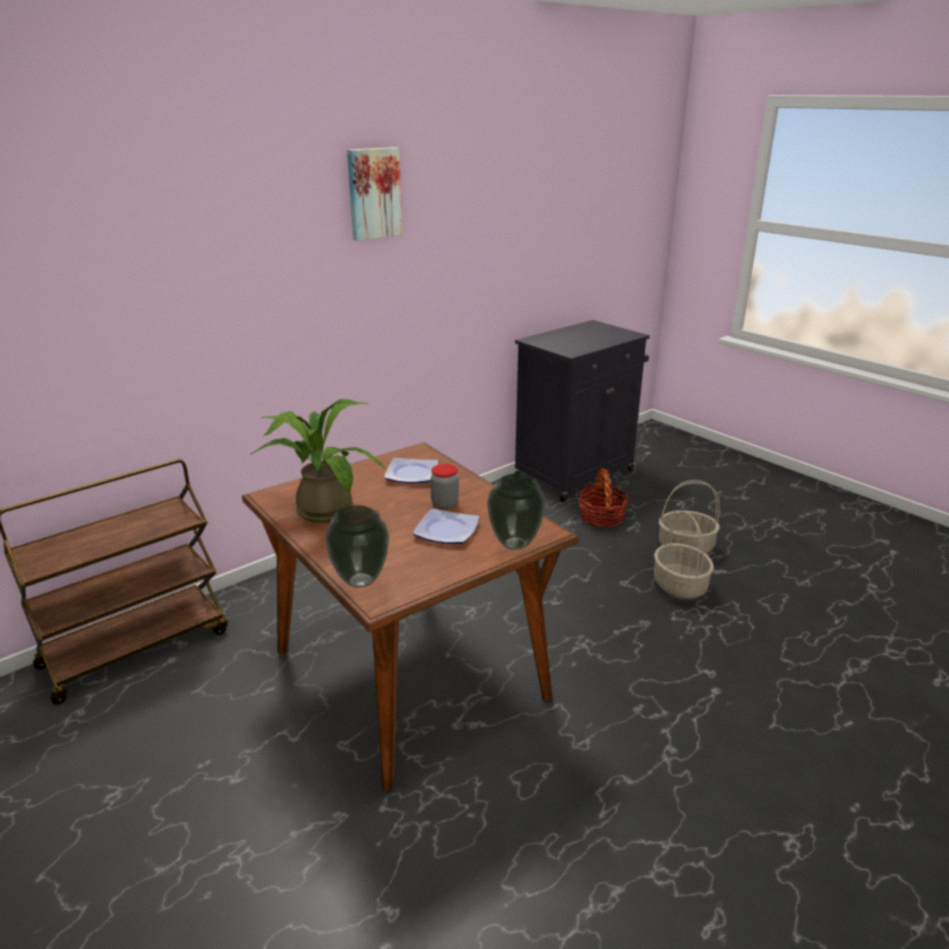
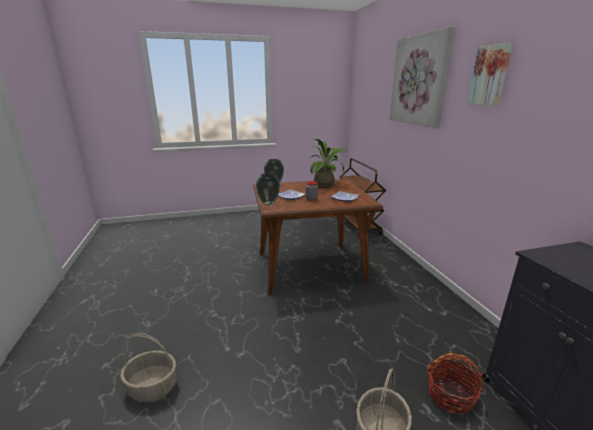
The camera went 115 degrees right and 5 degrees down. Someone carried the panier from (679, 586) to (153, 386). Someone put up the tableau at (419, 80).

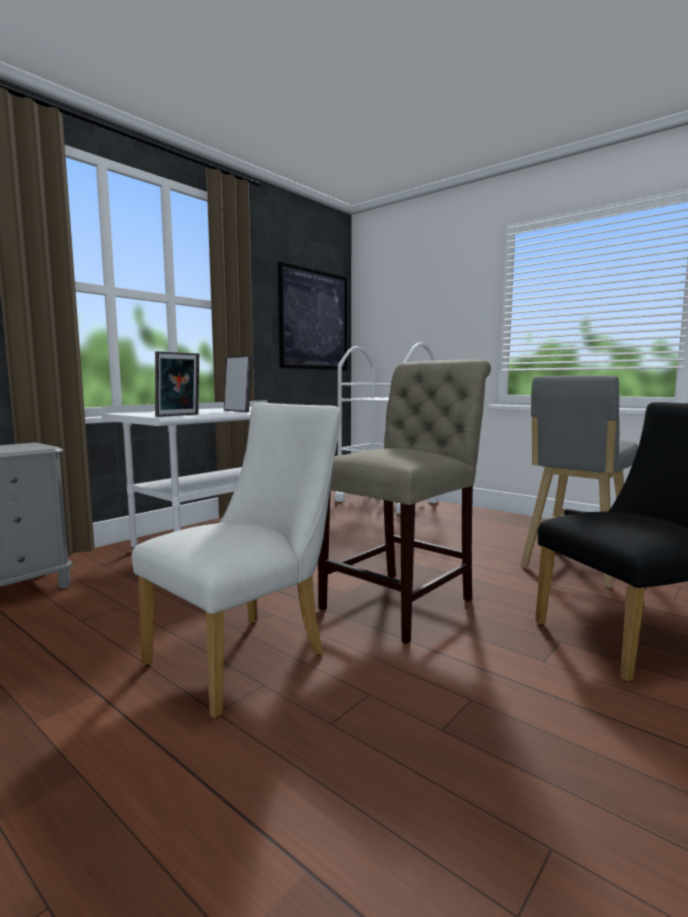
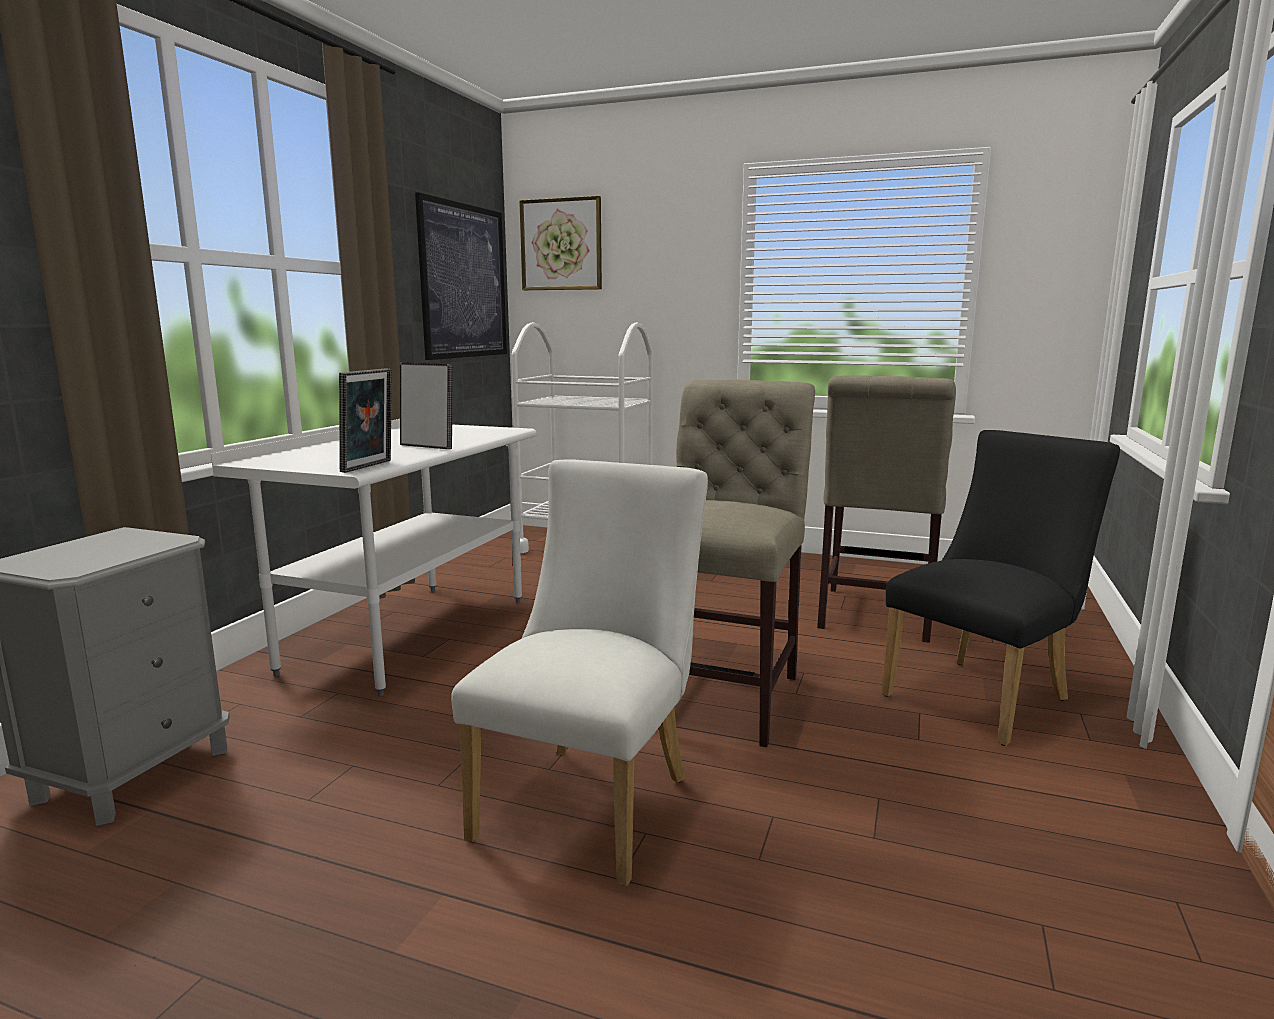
The camera went 20 degrees left and 5 degrees up. Someone swapped the tabouret [gris] at (574, 567) for the chaise [beige] at (874, 616). Someone put up the tableau at (561, 244).

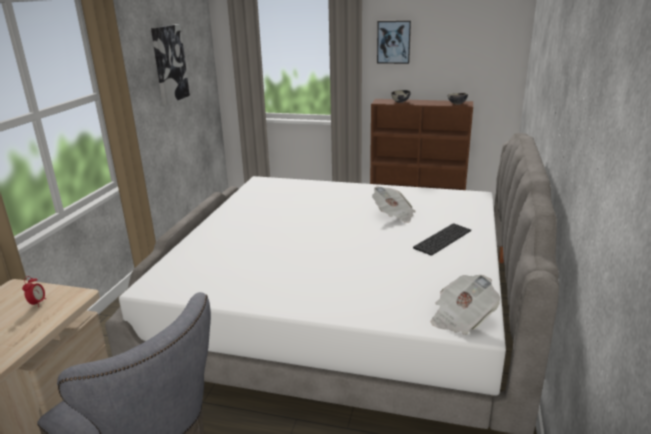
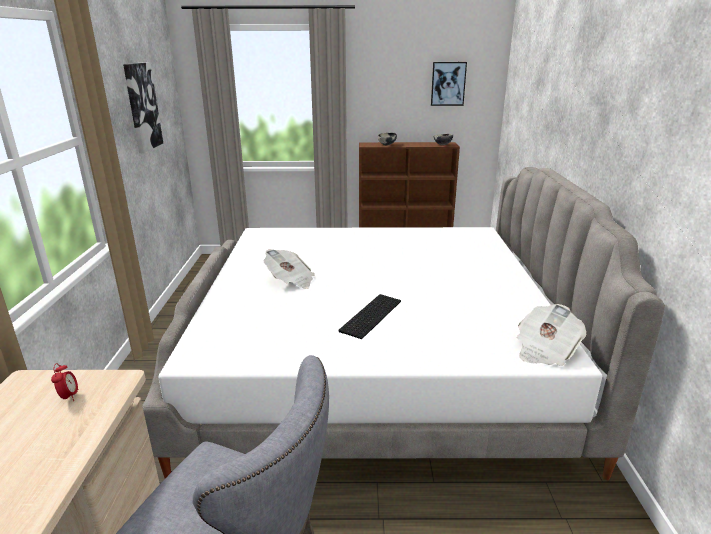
The camera went 15 degrees left and 0 degrees up. Someone carried the tableau from (393, 42) to (448, 83). Someone carried the journal from (393, 215) to (290, 281). Someone carried the clavier from (442, 238) to (370, 315).

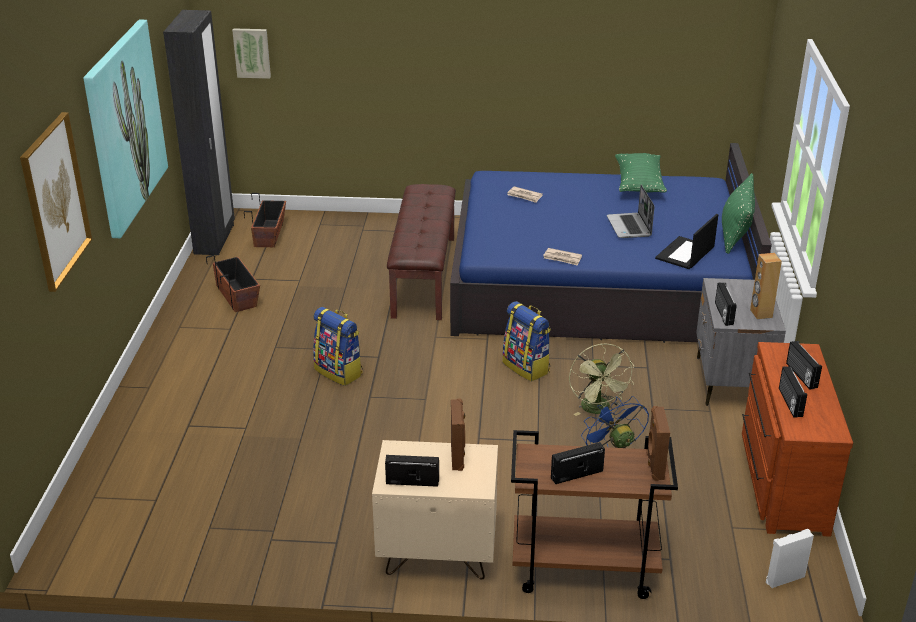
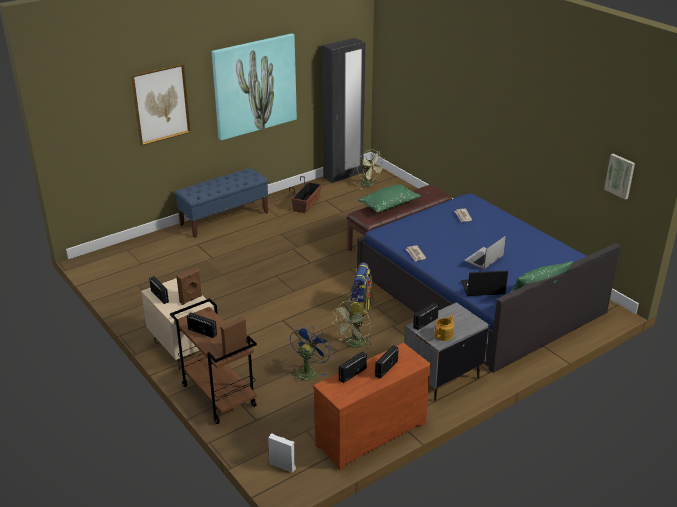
The camera went 50 degrees right and 0 degrees up. Someone carried the tableau from (252, 52) to (620, 176). Someone carried the coussin [vert] from (639, 184) to (389, 205). Someone swapped the cache-pot at (269, 234) for the ventilateur [vert] at (369, 185). Someone swapped the enceinte [marron] at (760, 313) for the théière at (444, 335). Someone took away the sac à dos at (339, 372). Someone put down the banc [bleu] at (224, 218).

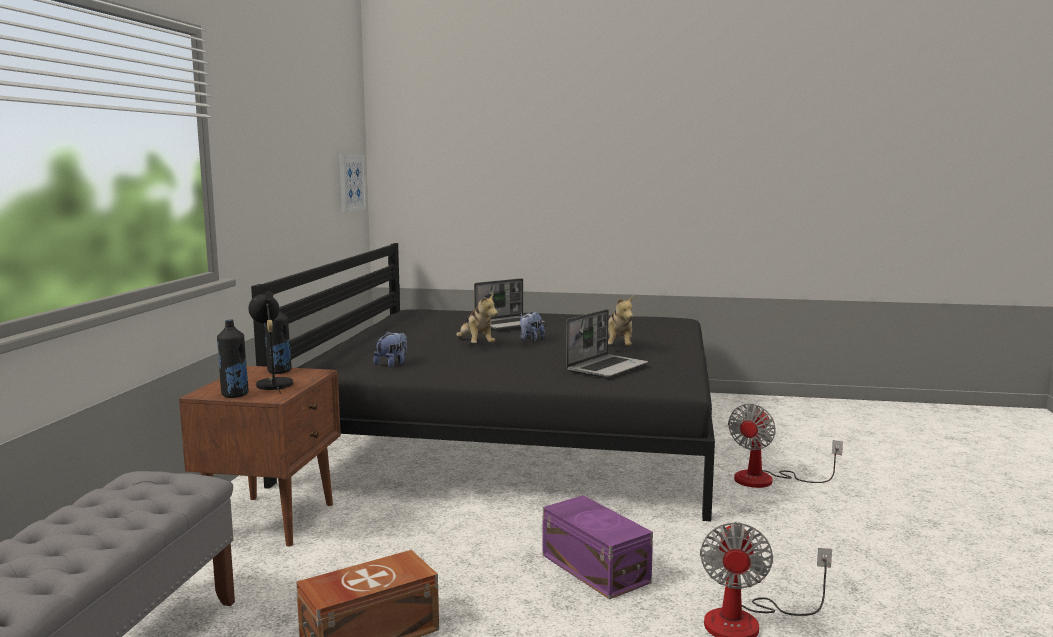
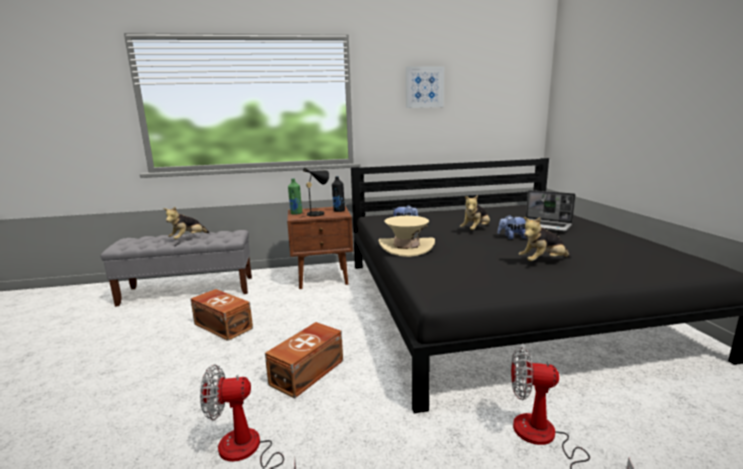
The camera went 70 degrees right and 5 degrees up. Someone carried the tableau from (351, 182) to (424, 87). Someone took away the ordinateur portable at (607, 367). Someone repainted the bouteille [noir] at (234, 395), which became the bouteille [vert] at (296, 213). Someone repainted the boîte de rangement [violet] at (595, 567), which became the boîte de rangement [marron] at (309, 372). Someone put down the peluche at (188, 239). Someone put down the chapeau [beige] at (406, 247).

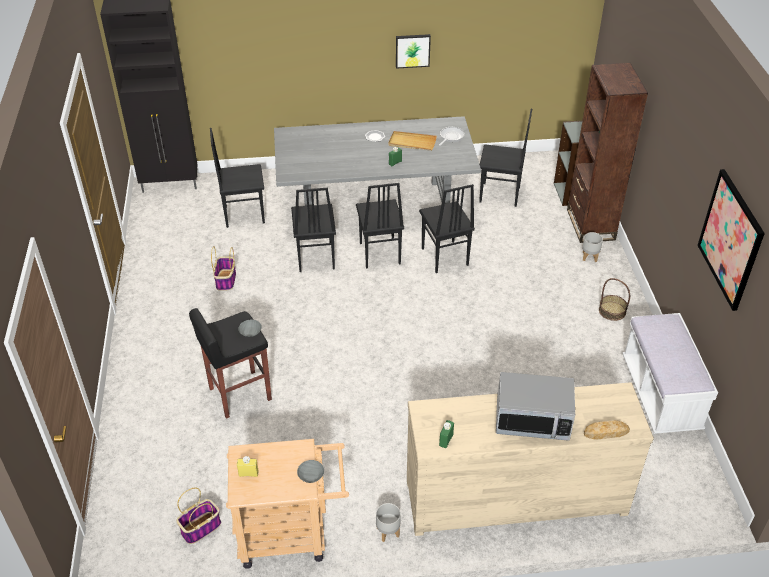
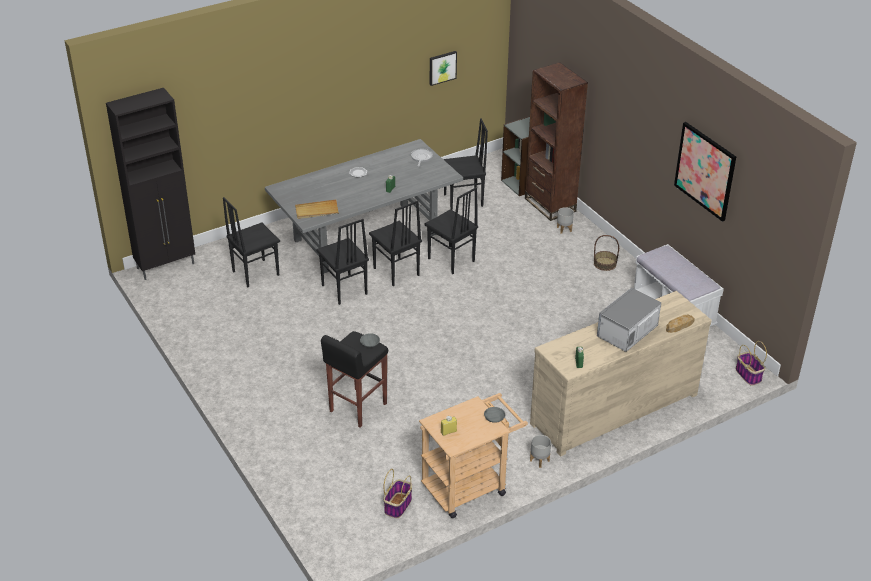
The camera went 25 degrees left and 5 degrees down. Someone carried the tableau from (412, 50) to (442, 67). Someone carried the plateau [beige] from (412, 143) to (317, 211). Someone carried the panier from (226, 280) to (749, 375). Someone rotated the micro-ondes at (532, 419) by 150 degrees clockwise.

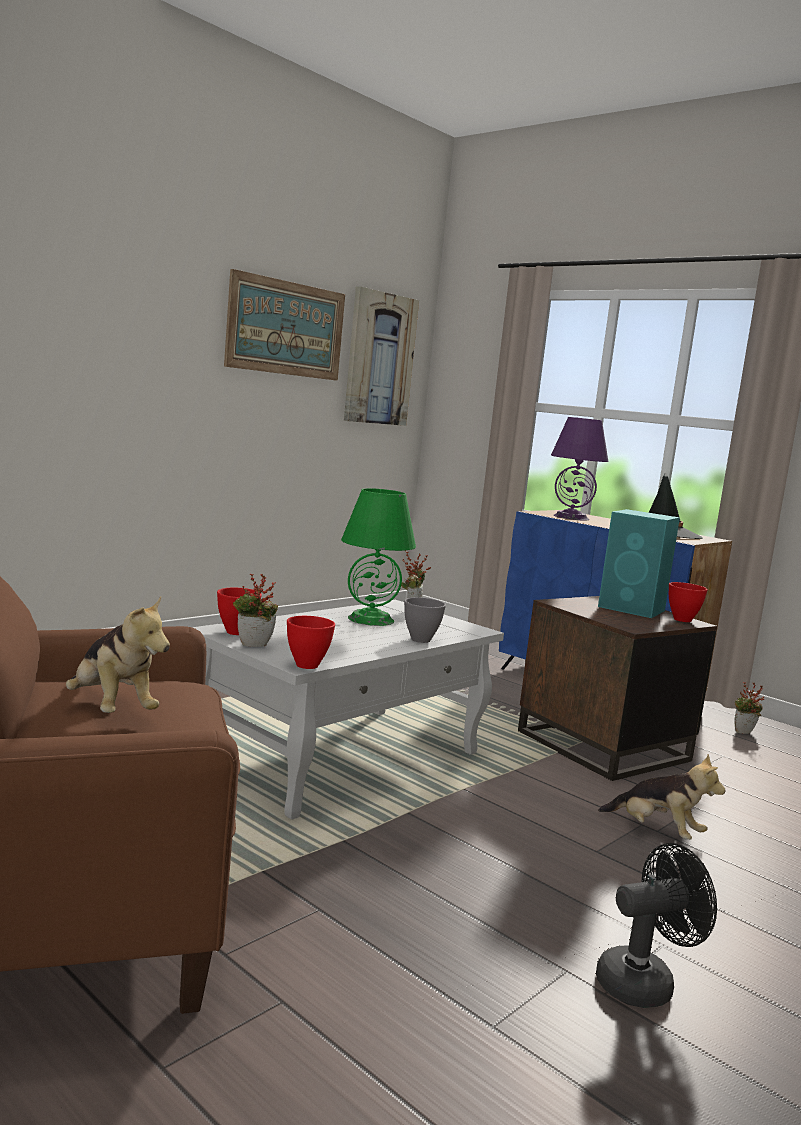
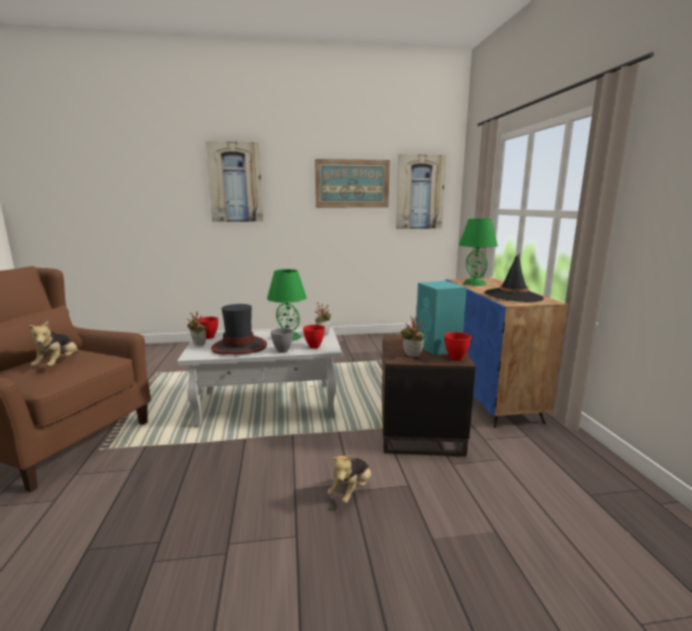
The camera went 40 degrees right and 5 degrees up. Someone repainted the lampe de table [violet] at (570, 517), which became the lampe de table [vert] at (474, 283). Someone carried the bol [rouge] from (308, 665) to (314, 347). Someone carried the plante en pot from (744, 733) to (411, 356). Someone rotated the peluche at (657, 831) by 45 degrees clockwise. Someone took away the ventilateur [noir] at (644, 982). Someone put up the tableau at (235, 182). Someone put down the chapeau at (239, 347).

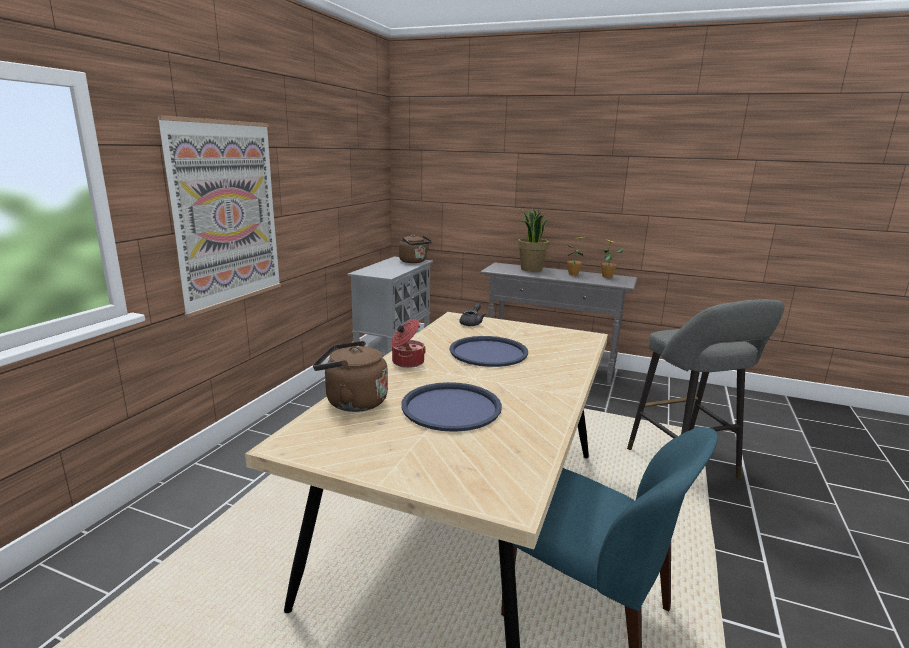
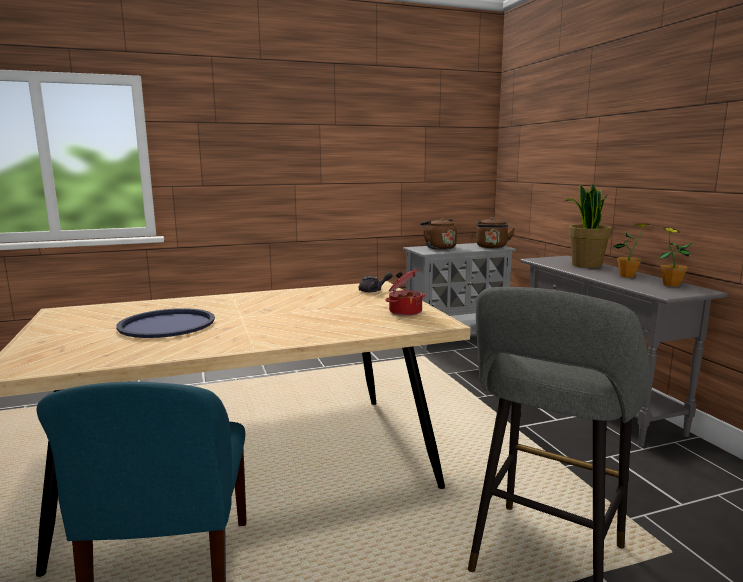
The camera went 50 degrees right and 5 degrees down. Someone took away the tableau at (226, 214). Someone carried the marmite from (407, 362) to (404, 311). Someone took away the plateau [bleu] at (488, 352). Someone carried the bouilloire [marron] from (352, 402) to (438, 248).

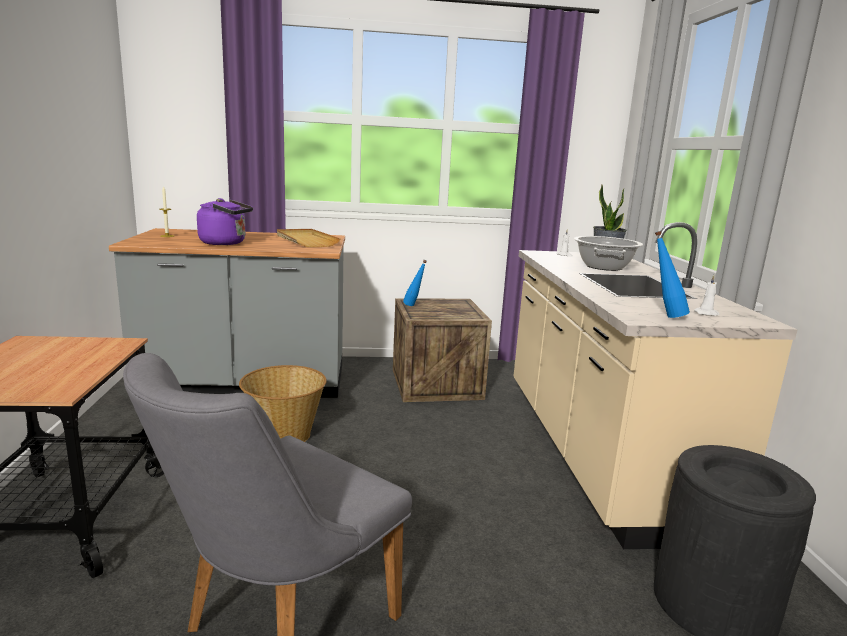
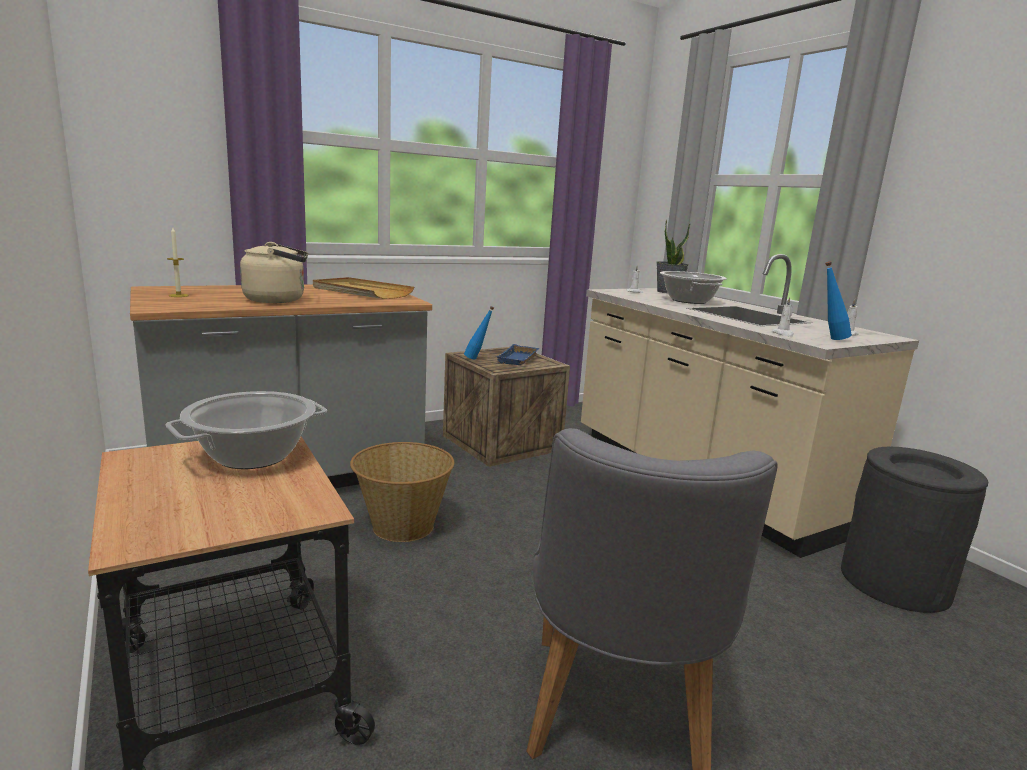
The camera went 25 degrees left and 0 degrees up. Someone repainted the bouilloire [violet] at (226, 243), which became the bouilloire [beige] at (278, 300). Someone put down the bougie [blanc] at (783, 334). Someone put down the plateau [bleu] at (519, 359). Someone put down the marmite at (252, 456).

